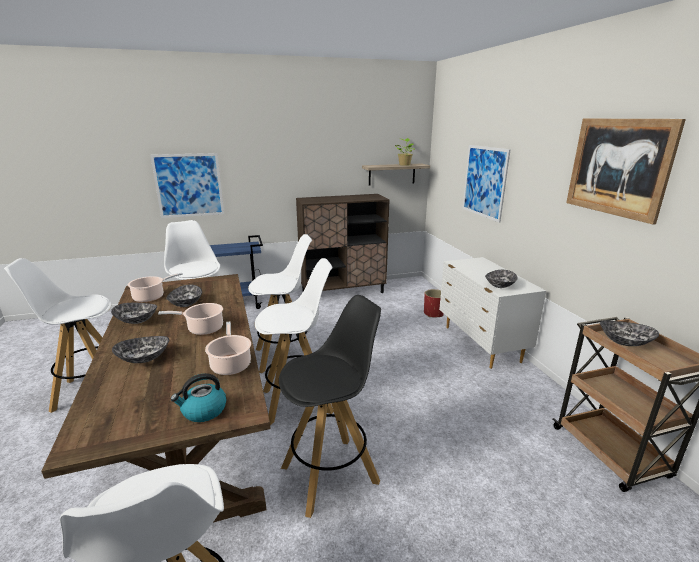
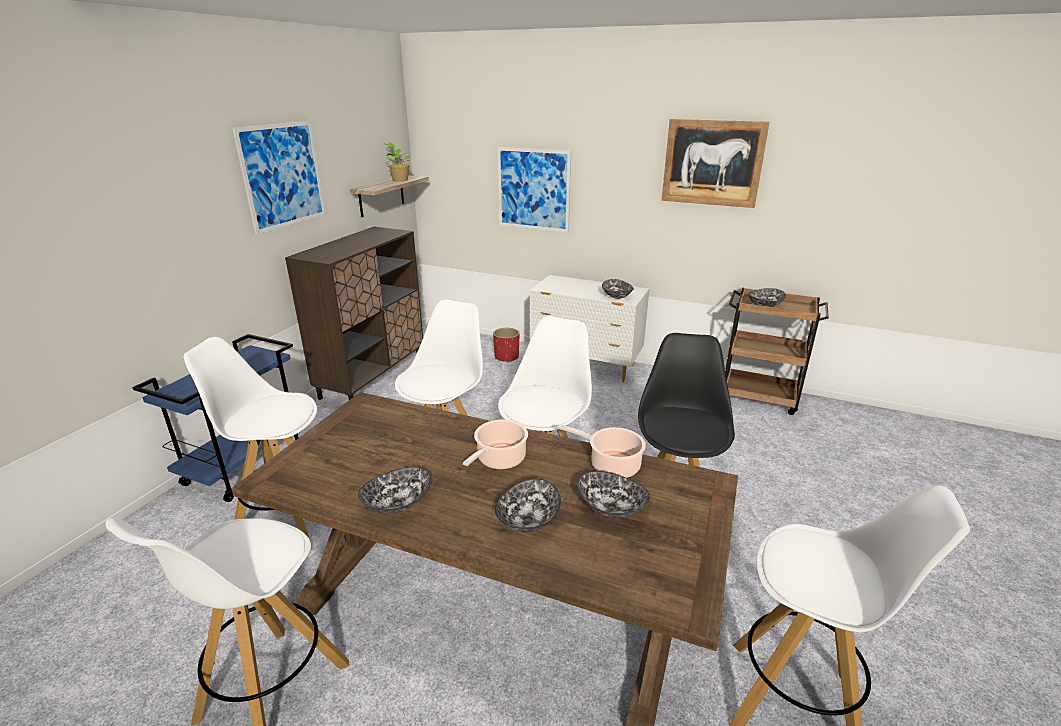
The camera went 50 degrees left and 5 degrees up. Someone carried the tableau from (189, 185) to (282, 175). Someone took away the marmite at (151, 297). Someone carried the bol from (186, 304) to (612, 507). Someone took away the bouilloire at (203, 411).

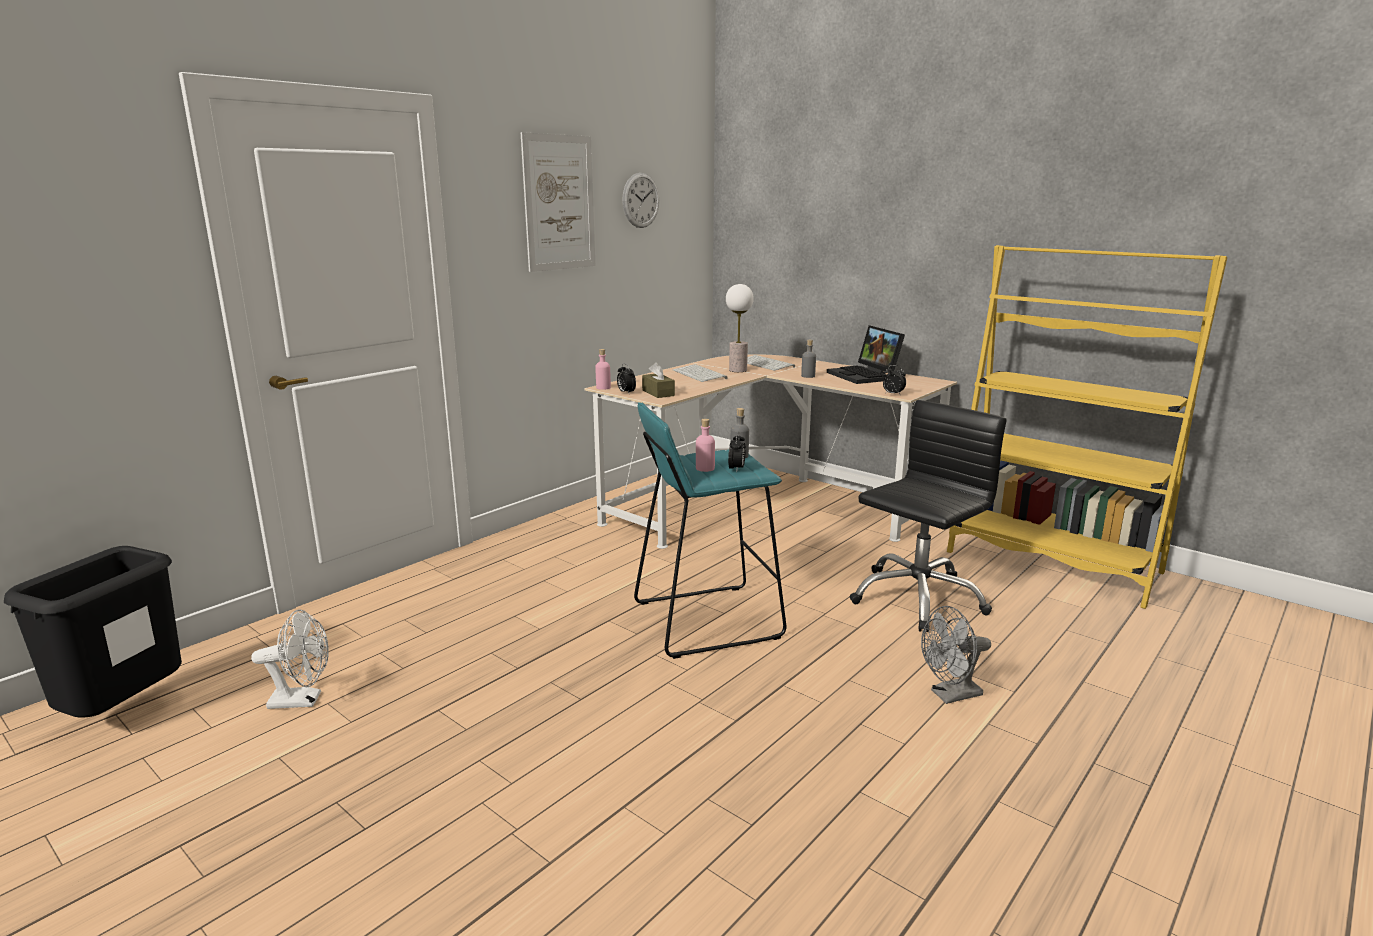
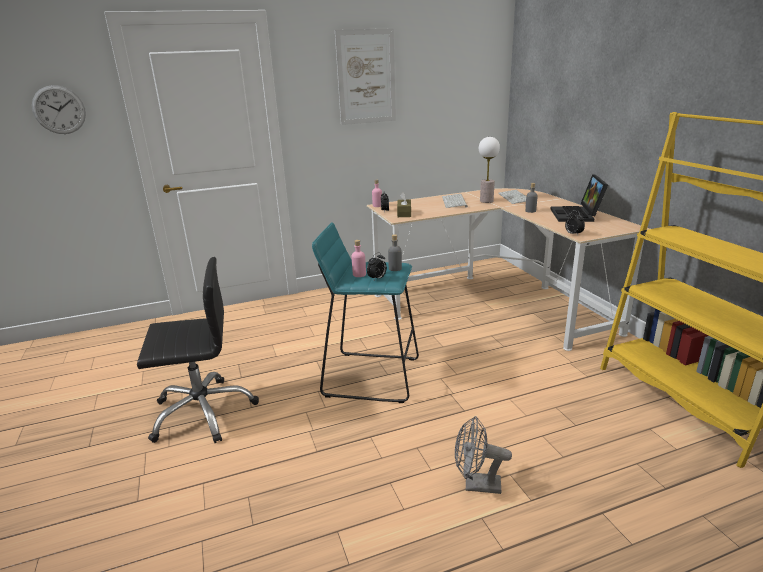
The camera went 30 degrees right and 5 degrees up. Someone carried the horloge murale from (641, 200) to (59, 110). Someone carried the chaise de bureau [noir] from (917, 598) to (203, 412). Someone took away the poubelle [noir] at (126, 713). Someone took away the ventilateur [blanc] at (303, 700).

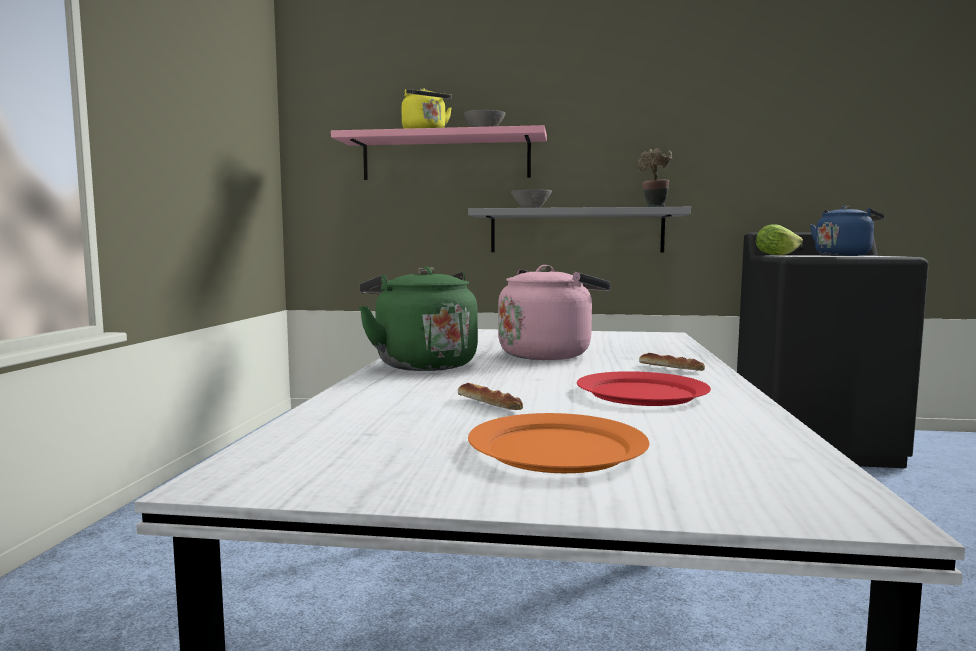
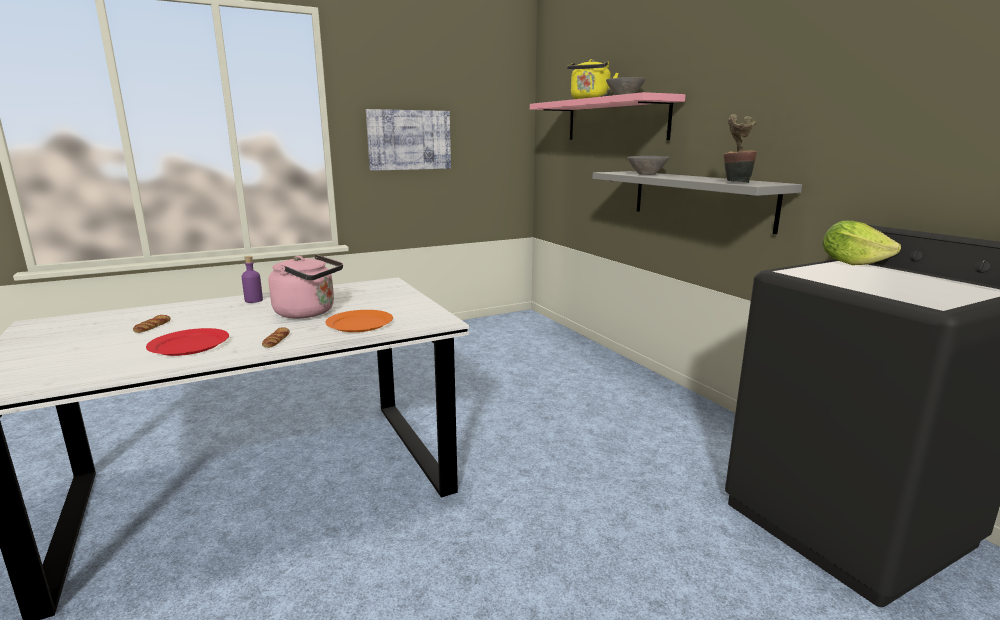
The camera went 55 degrees right and 10 degrees up. Someone took away the bouilloire [bleu] at (844, 255). Someone swapped the bouilloire [vert] at (421, 364) for the bouteille [violet] at (254, 300). Someone carried the assiette [orange] from (555, 449) to (360, 323). Someone put up the tableau at (409, 140).

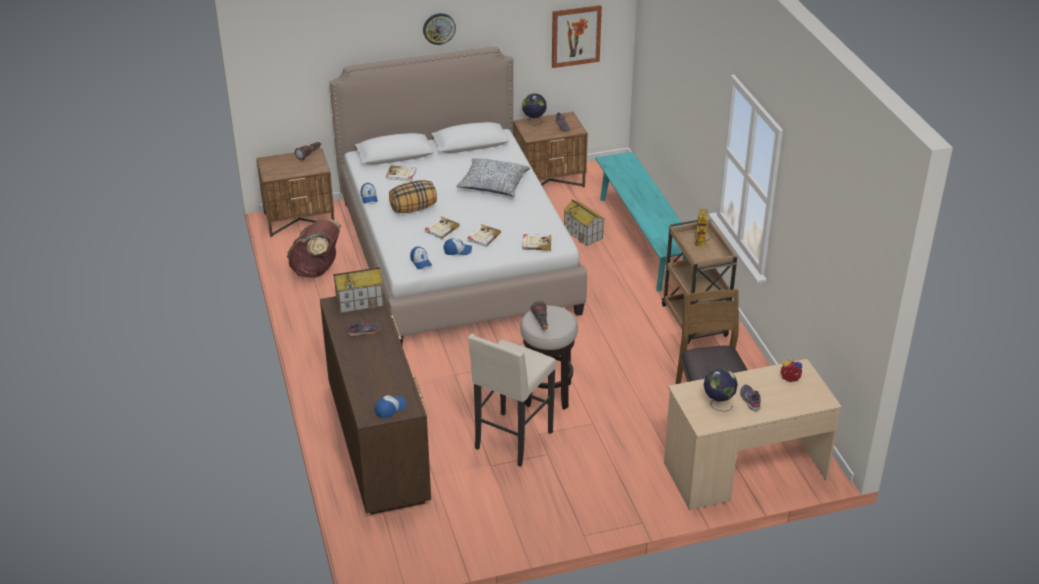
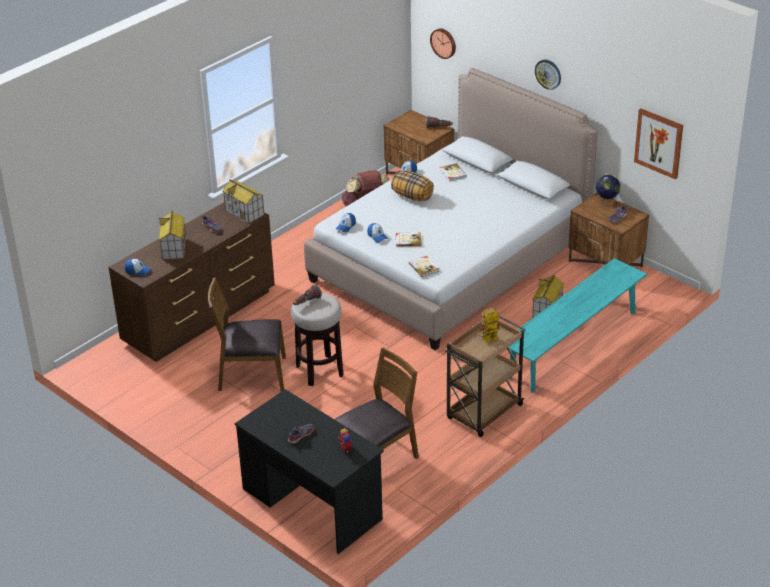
The camera went 60 degrees right and 0 degrees up. Someone took away the coussin at (493, 185). Someone took away the livre at (441, 229). Someone swapped the tabouret [beige] at (512, 441) for the chaise [marron] at (251, 374). Someone repainted the bureau [beige] at (744, 471), which became the bureau [noir] at (311, 504). Someone took away the globe at (718, 404). Someone put up the horloge murale at (444, 43). Someone put down the maison miniature at (174, 248).

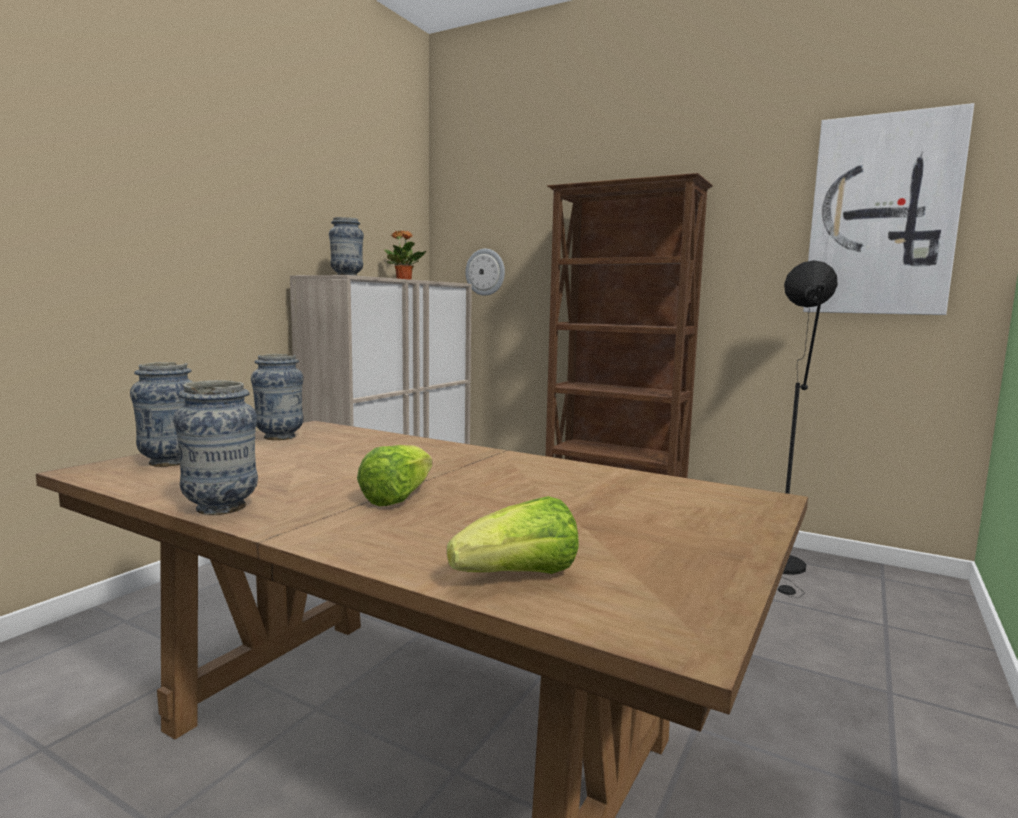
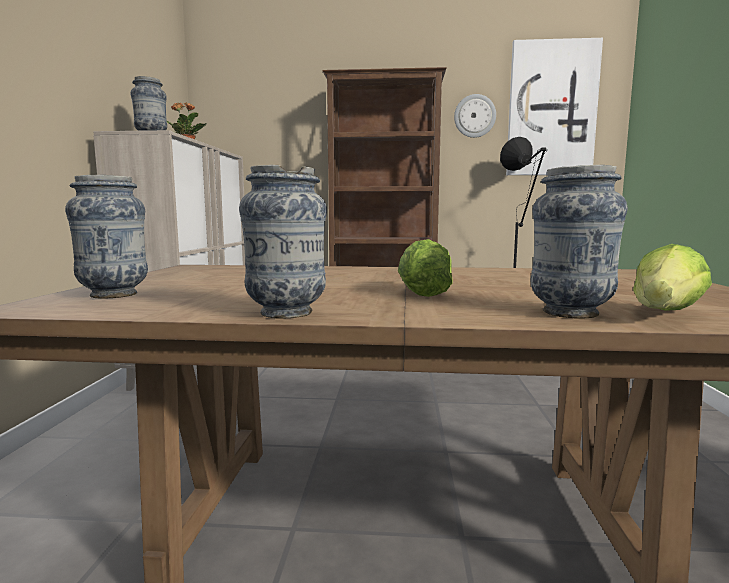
The camera went 25 degrees left and 0 degrees up. Someone carried the horloge murale from (485, 272) to (474, 116). Someone carried the vase from (280, 437) to (570, 313).

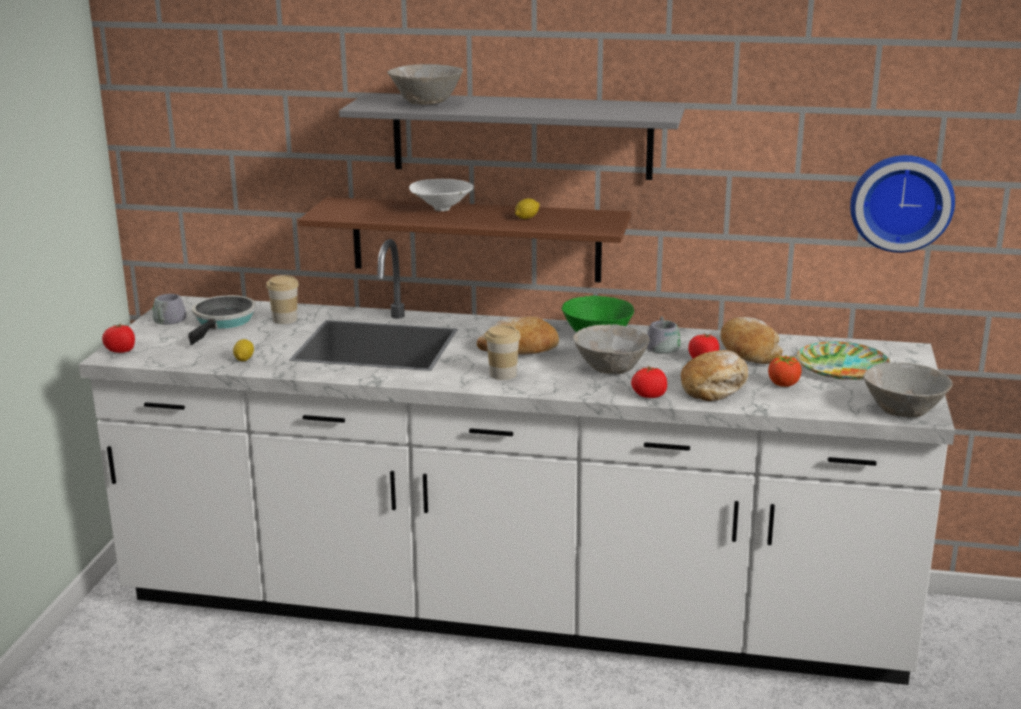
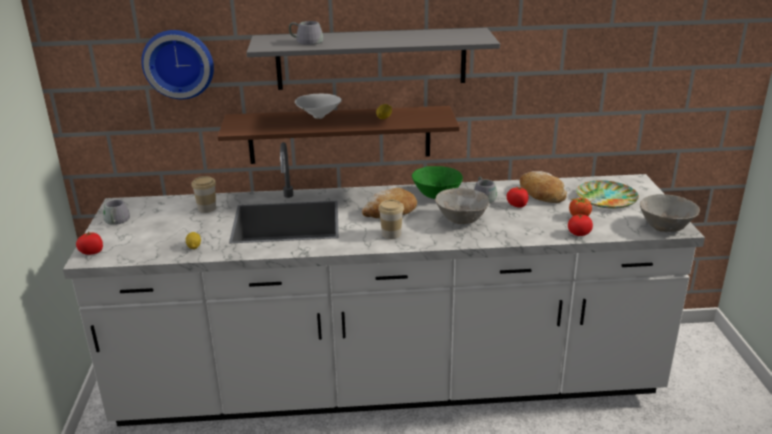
The camera went 15 degrees left and 5 degrees up. Someone swapped the bol [gris] at (426, 103) for the mug [gris] at (307, 41). Someone carried the horloge murale from (901, 201) to (179, 63). Someone took away the poêle at (223, 321). Someone took away the pain at (715, 387). Someone carried the tomate from (649, 395) to (579, 233).

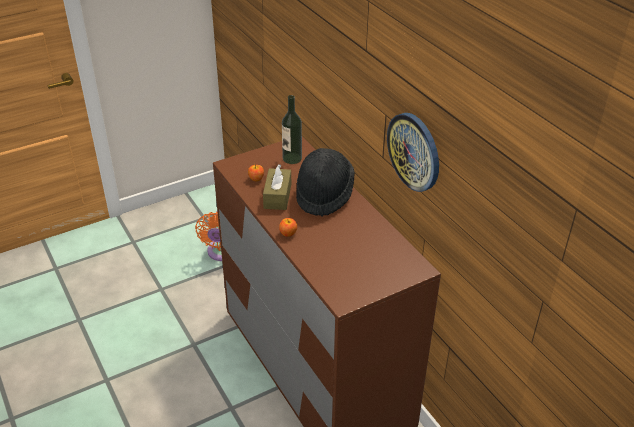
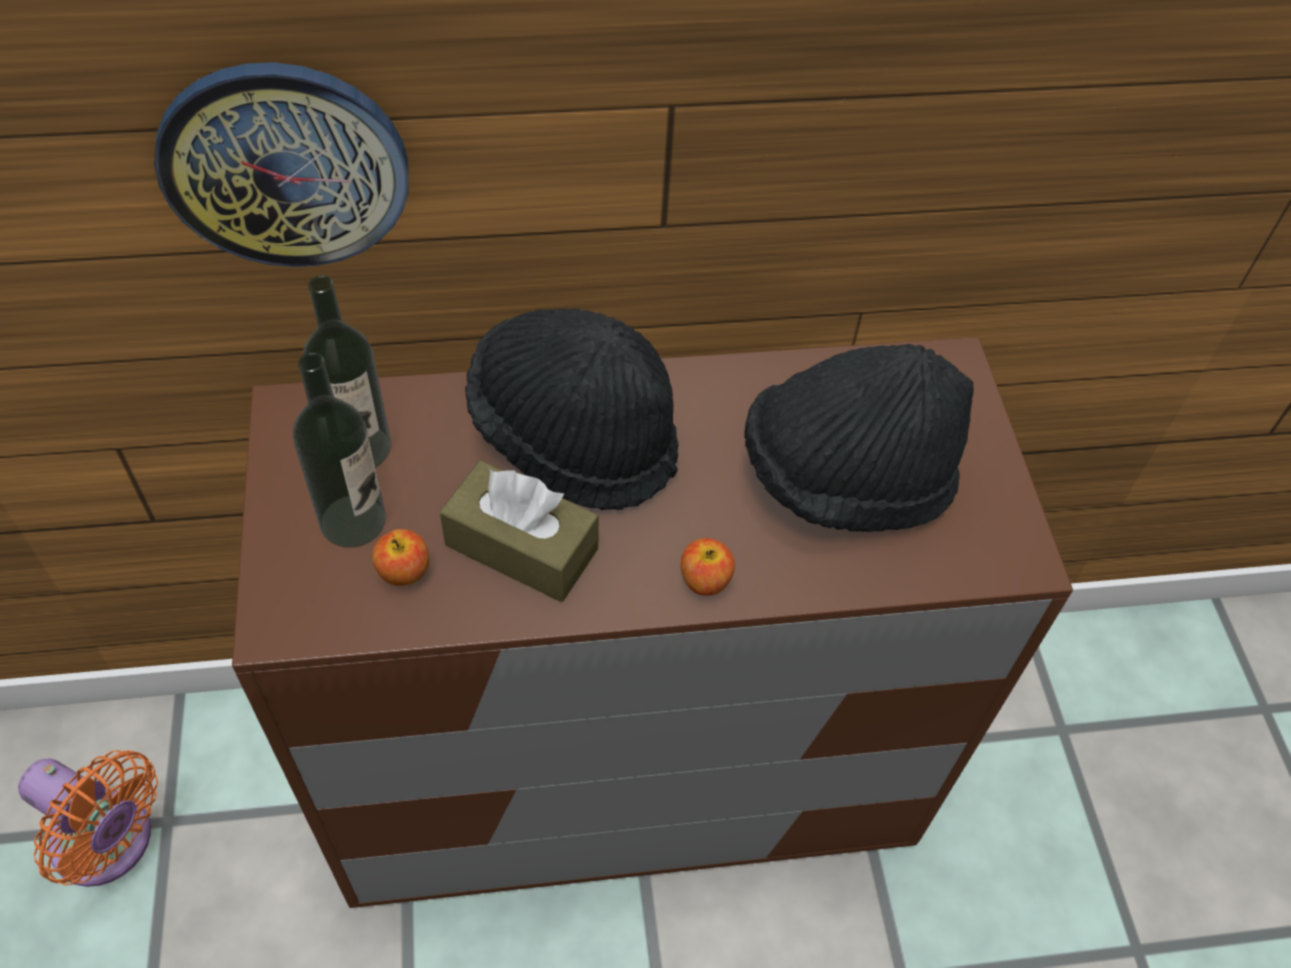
The camera went 70 degrees left and 15 degrees up. Someone carried the horloge murale from (414, 151) to (285, 165). Someone put down the chapeau [noir] at (845, 478). Someone put down the bouteille at (353, 521).

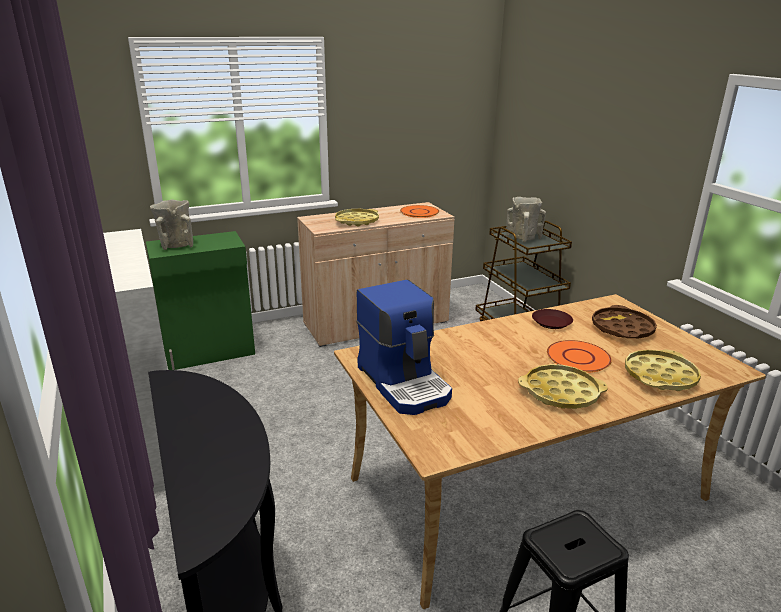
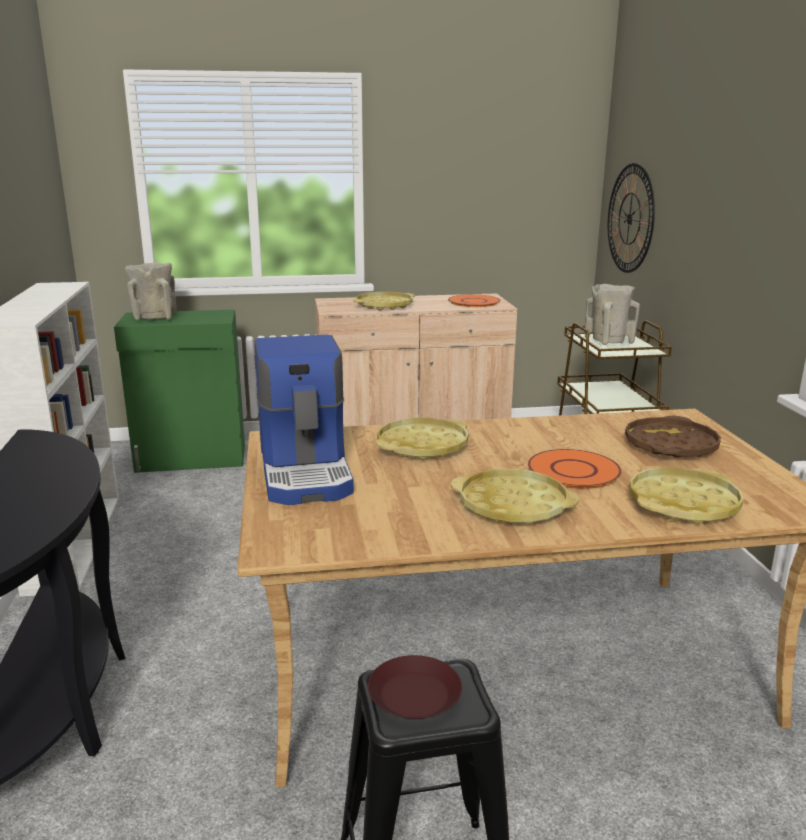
The camera went 15 degrees right and 5 degrees down. Someone carried the assiette [marron] from (552, 322) to (415, 695). Someone put up the horloge murale at (630, 218). Someone put down the plateau [jaune] at (422, 446).

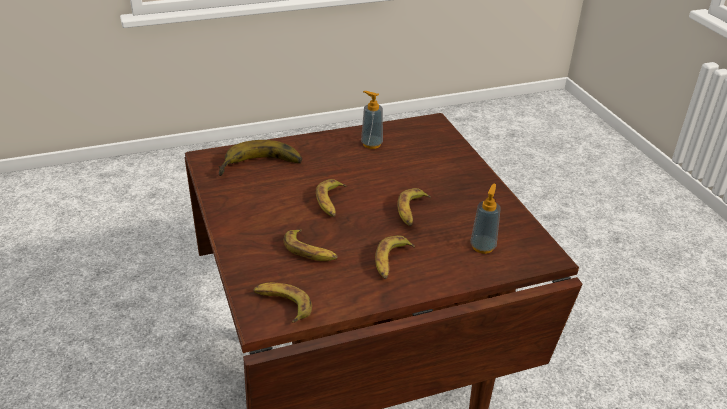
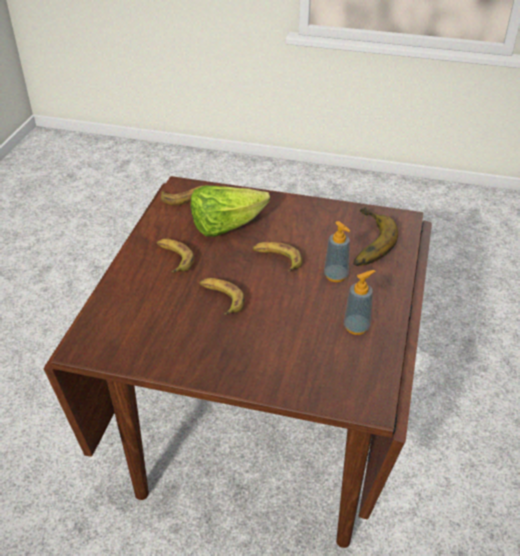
The camera went 125 degrees right and 5 degrees up. Someone carried the distributeur de savon from (482, 246) to (336, 275). Someone swapped the banane at (310, 251) for the laitue at (225, 226).

